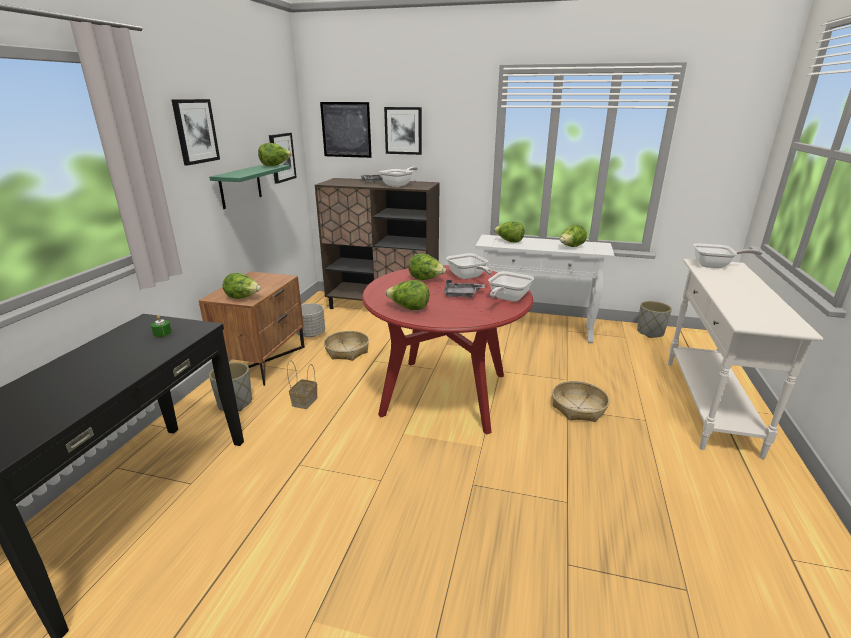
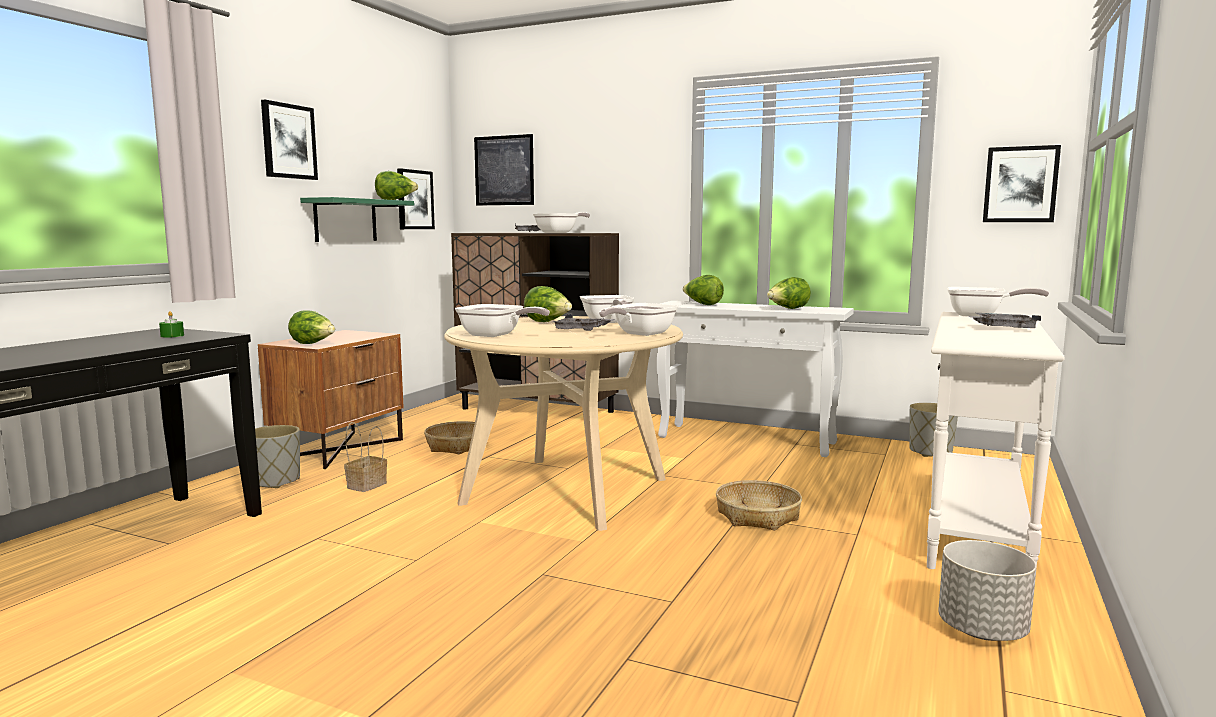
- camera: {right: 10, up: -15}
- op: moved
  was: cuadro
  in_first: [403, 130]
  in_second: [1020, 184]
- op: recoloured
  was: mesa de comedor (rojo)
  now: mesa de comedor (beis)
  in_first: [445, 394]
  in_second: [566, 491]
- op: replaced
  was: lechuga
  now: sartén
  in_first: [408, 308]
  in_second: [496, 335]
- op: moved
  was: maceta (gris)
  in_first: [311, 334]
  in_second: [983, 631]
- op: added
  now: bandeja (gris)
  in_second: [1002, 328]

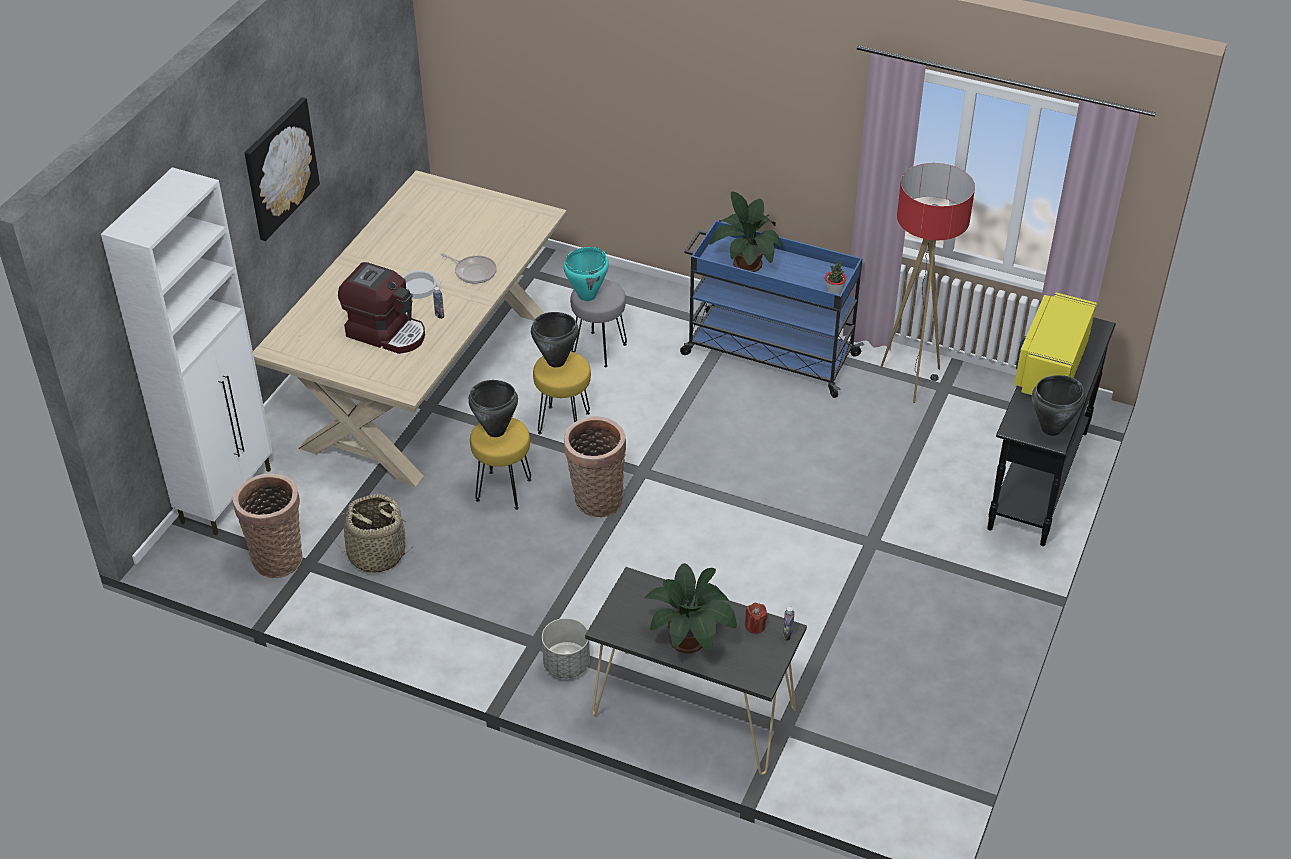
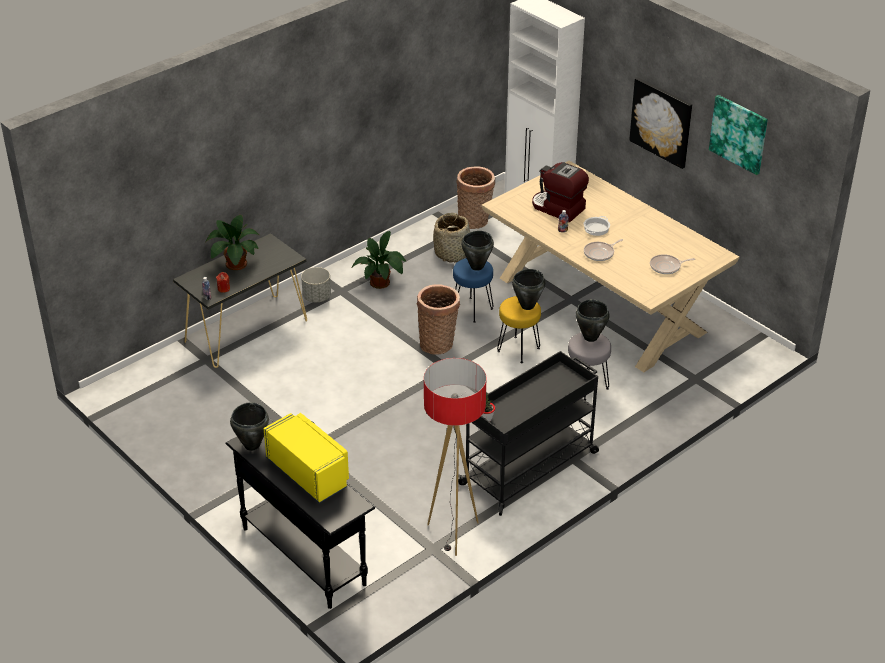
- camera: {right: 115, up: -5}
- op: moved
  was: planta en maceta
  in_first: [746, 262]
  in_second: [381, 282]
- op: recoloured
  was: carrito (azul)
  now: carrito (negro)
  in_first: [768, 354]
  in_second: [530, 467]
- op: recoloured
  was: olla (turquesa)
  now: olla (negro)
  in_first: [587, 295]
  in_second: [590, 337]
- op: turned
  was: cafetera
  in_first: [387, 333]
  in_second: [557, 208]
  clockwise: 75
- op: recoloured
  was: taburete (amarillo)
  now: taburete (azul)
  in_first: [504, 490]
  in_second: [472, 310]
- op: added
  now: cuadro
  in_second: [739, 134]
- op: added
  now: sartén
  in_second: [667, 267]

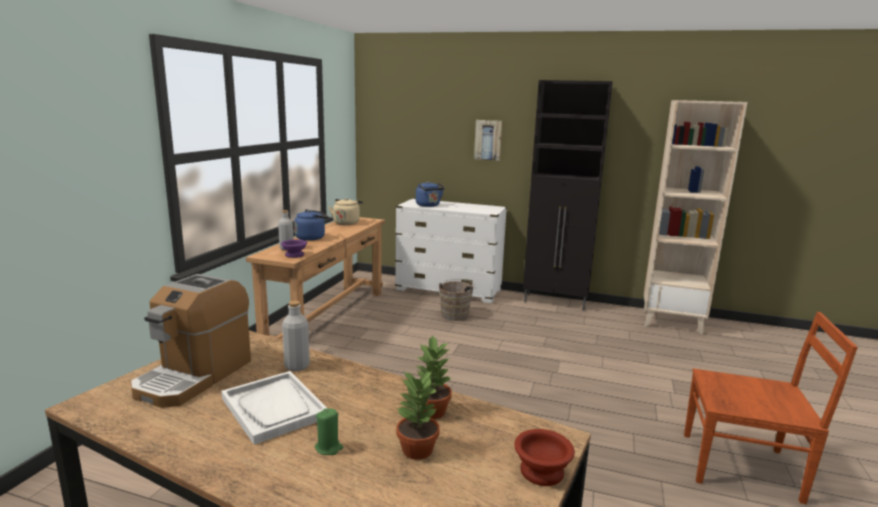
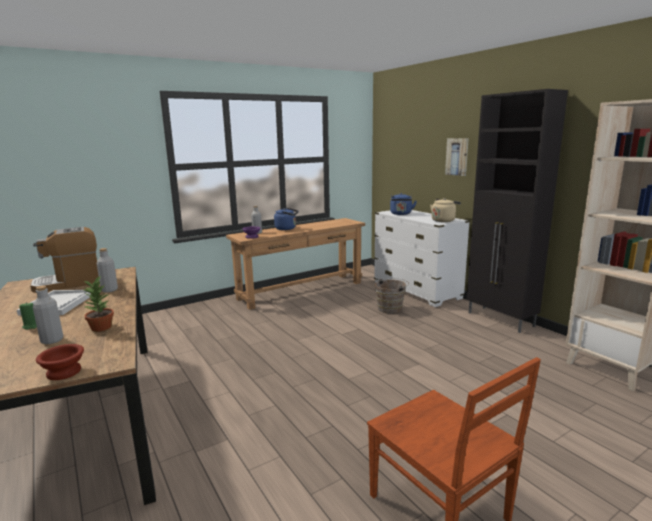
- camera: {right: 40, up: 0}
- op: moved
  was: hervidor (beis)
  in_first: [347, 223]
  in_second: [444, 220]
- op: replaced
  was: planta en maceta
  now: botella (gris)
  in_first: [416, 450]
  in_second: [52, 340]

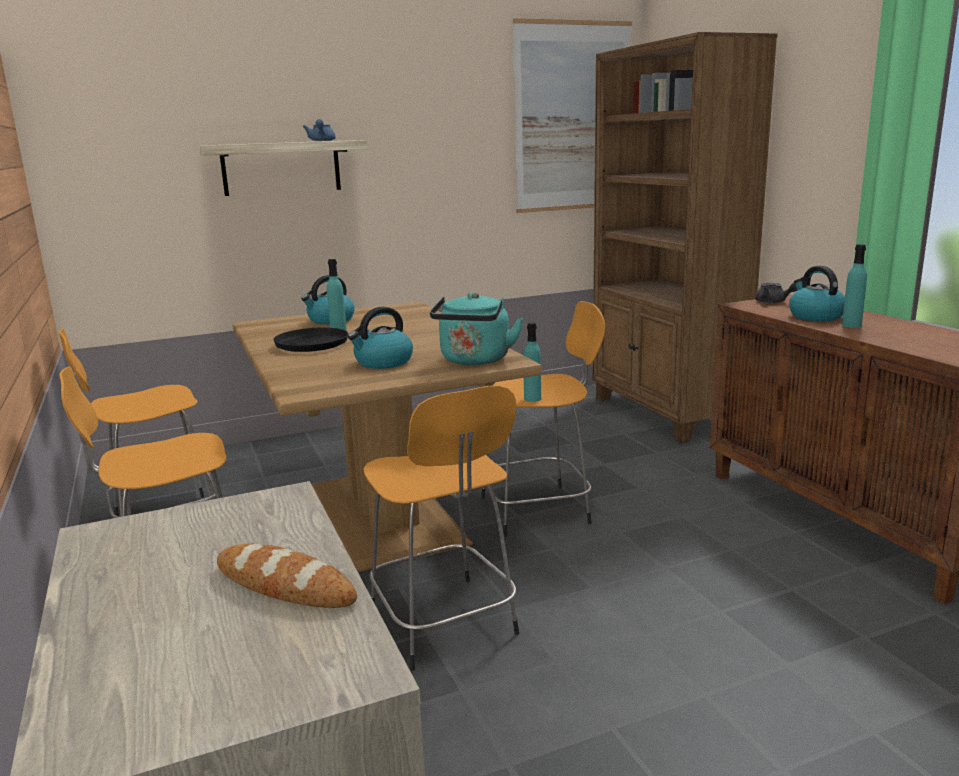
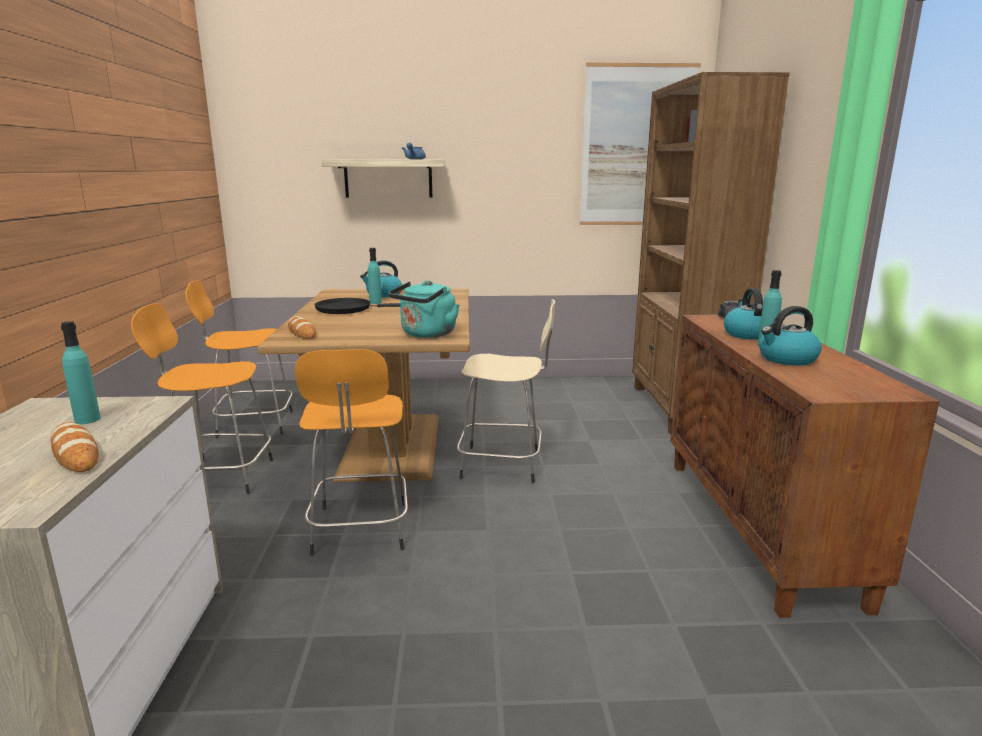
- camera: {right: 20, up: 0}
- op: recoloured
  was: taburete (naranja)
  now: taburete (beis)
  in_first: [538, 509]
  in_second: [504, 464]
- op: moved
  was: hervidor
  in_first: [383, 362]
  in_second: [786, 359]
- op: moved
  was: botella (turquesa)
  in_first: [532, 399]
  in_second: [87, 420]
- op: added
  now: pan
  in_second: [301, 332]

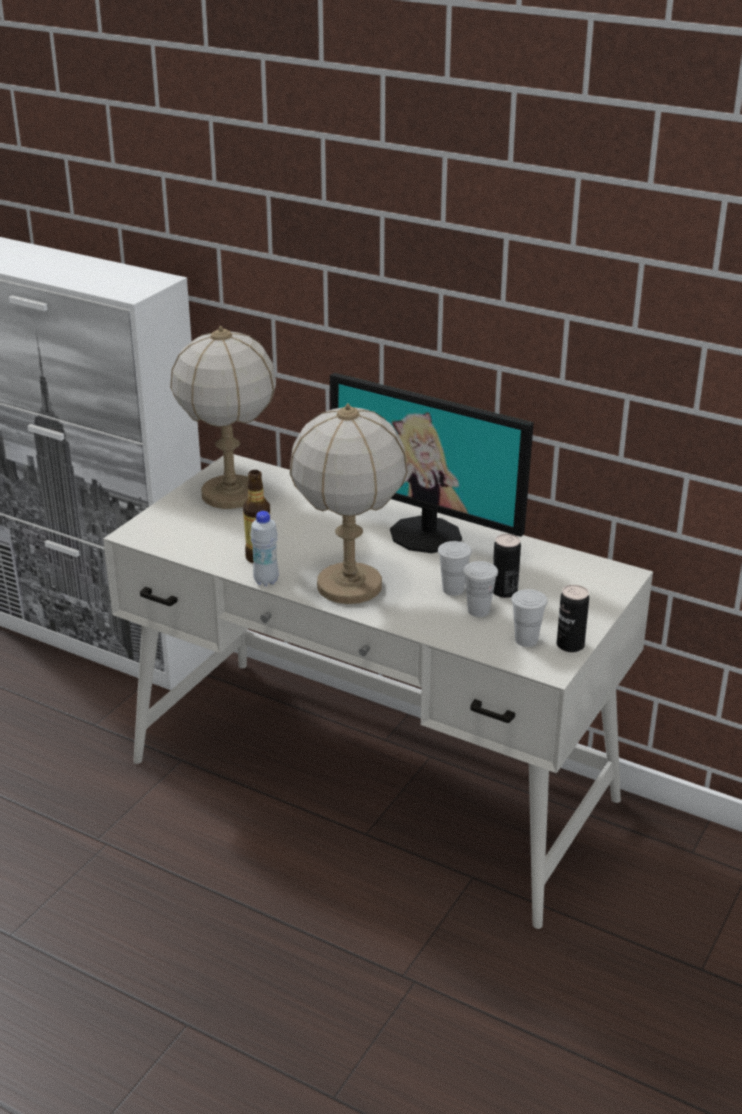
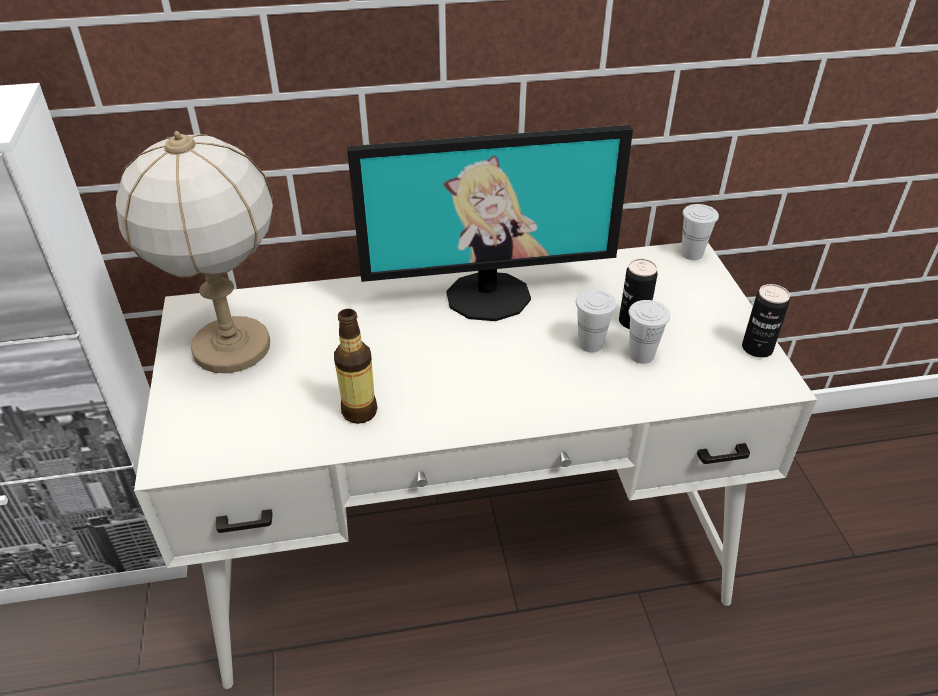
- camera: {right: -40, up: 10}
- op: removed
  was: lámpara de mesa
  in_first: [348, 586]
- op: removed
  was: botella (blanco)
  in_first: [266, 581]
- op: moved
  was: taza (blanco)
  in_first: [526, 640]
  in_second: [691, 254]

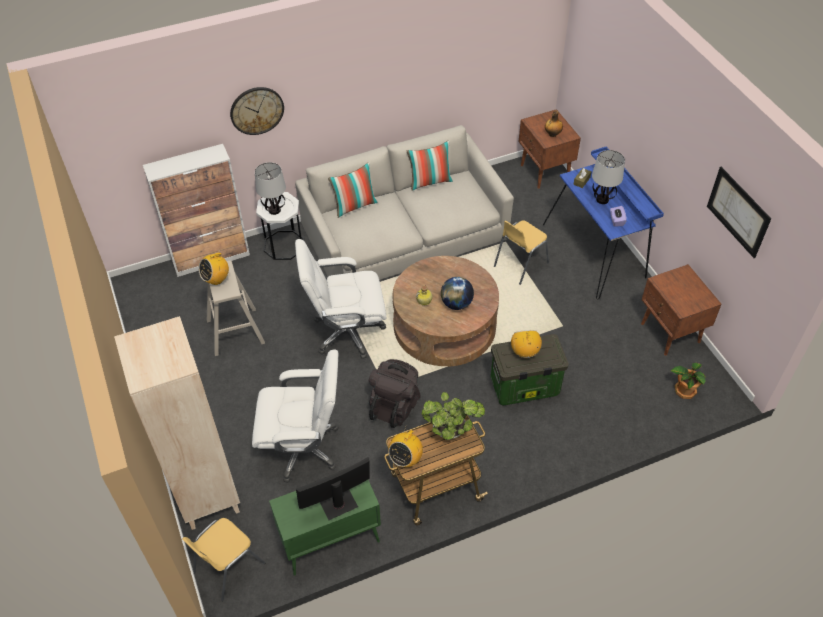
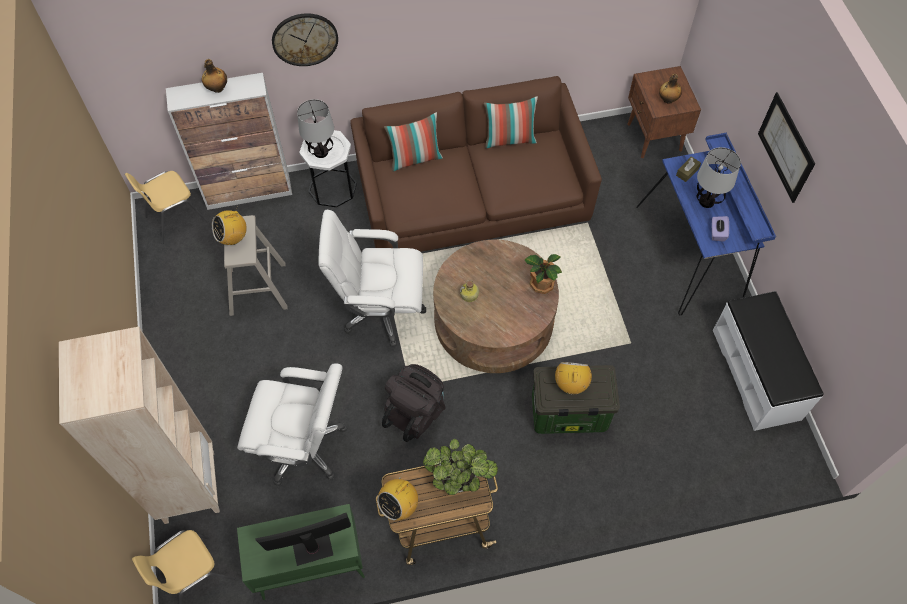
- camera: {right: 10, up: 10}
- op: recoloured
  was: sofá (gris)
  now: sofá (marrón)
  in_first: [404, 232]
  in_second: [472, 192]
- op: moved
  was: cuadro
  in_first: [738, 212]
  in_second: [785, 147]
- op: moved
  was: silla (amarillo)
  in_first: [520, 264]
  in_second: [175, 219]
- op: replaced
  was: mesita de noche (marrón)
  now: banco (blanco)
  in_first: [670, 333]
  in_second: [756, 374]
- op: removed
  was: globo terráqueo
  in_first: [456, 304]
- op: moved
  was: planta en maceta
  in_first: [684, 390]
  in_second: [541, 283]
- op: added
  now: botella
  in_second: [217, 89]

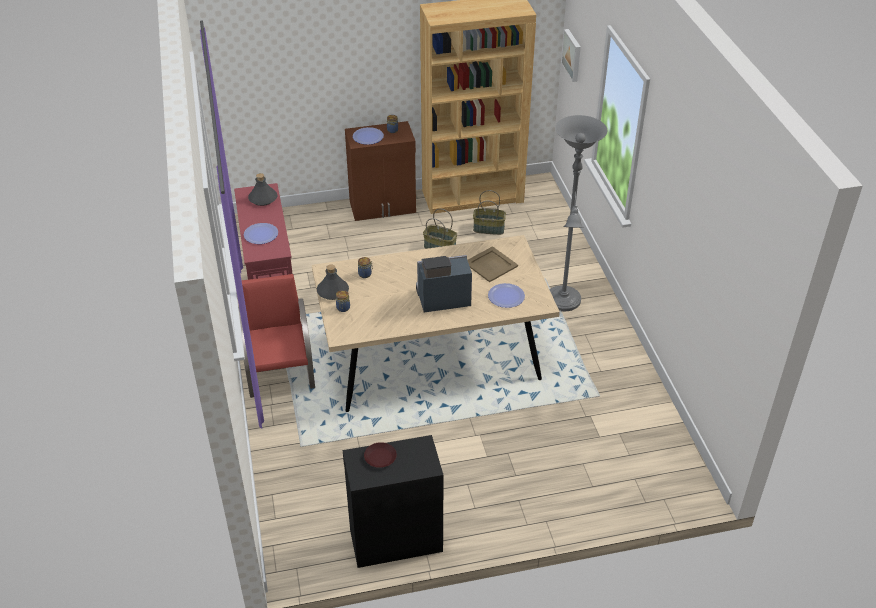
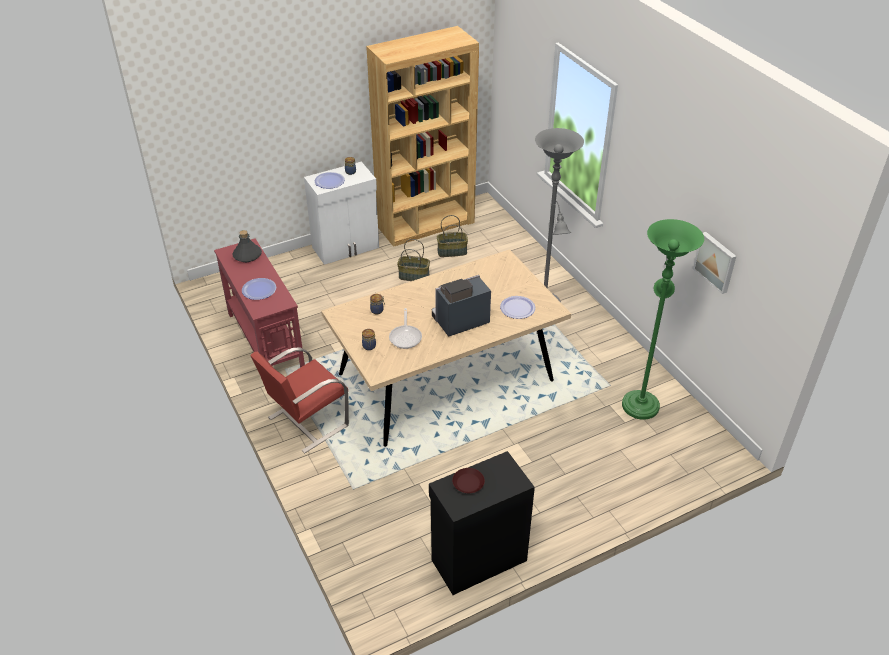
- camera: {right: -15, up: 0}
- op: moved
  was: cuadro
  in_first: [572, 55]
  in_second: [716, 262]
- op: recoloured
  was: armario (marrón)
  now: armario (blanco)
  in_first: [383, 207]
  in_second: [346, 248]
- op: removed
  was: bandeja (beis)
  in_first: [491, 264]
- op: removed
  was: botella (gris)
  in_first: [333, 291]
- op: turned
  was: silla (rojo)
  in_first: [280, 373]
  in_second: [306, 422]
  clockwise: -105
- op: added
  now: lámpara de pie (verde)
  in_second: [641, 402]
- op: added
  now: sartén
  in_second: [406, 336]

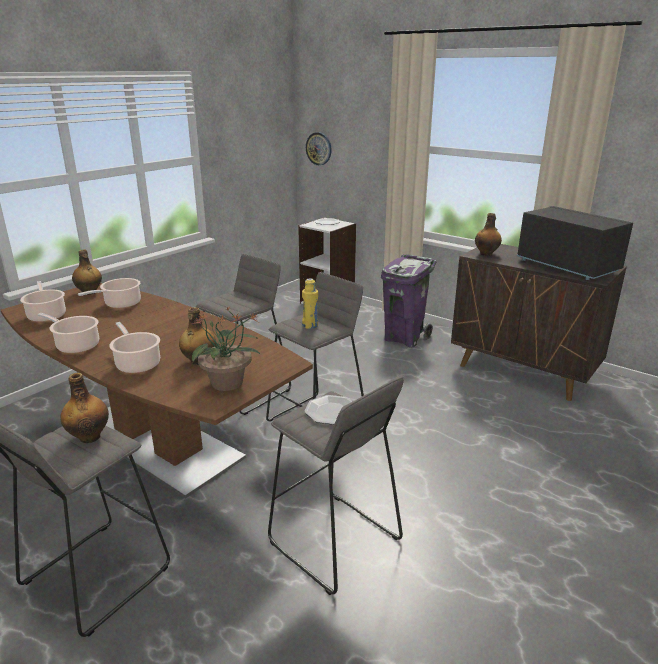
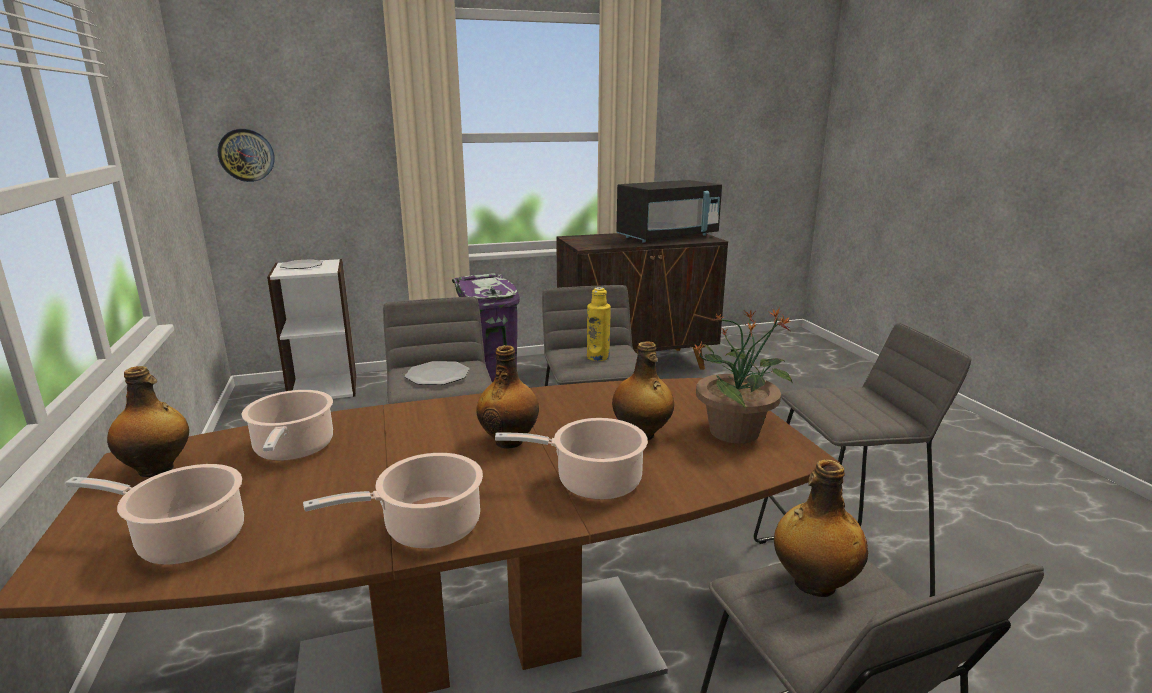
- camera: {right: -55, up: -5}
- op: turned
  was: microondas (negro)
  in_first: [567, 266]
  in_second: [667, 237]
  clockwise: 150
- op: moved
  was: botella
  in_first: [486, 254]
  in_second: [509, 441]
- op: moved
  was: plato
  in_first: [331, 411]
  in_second: [437, 375]

